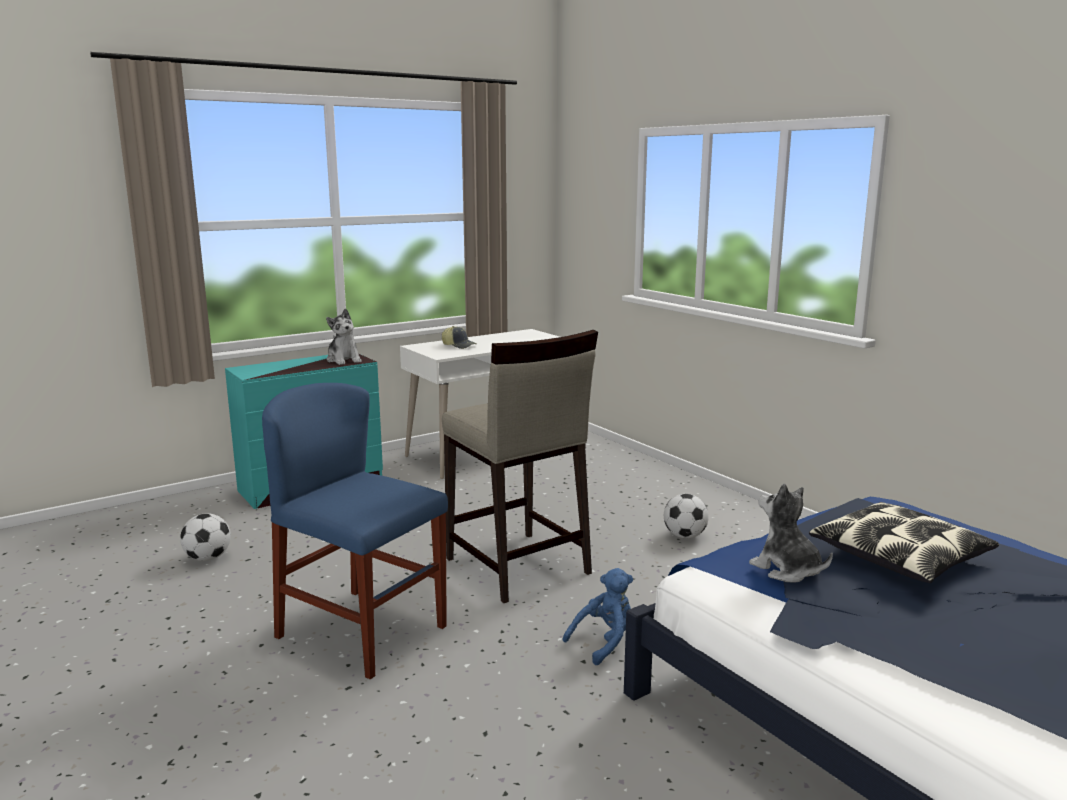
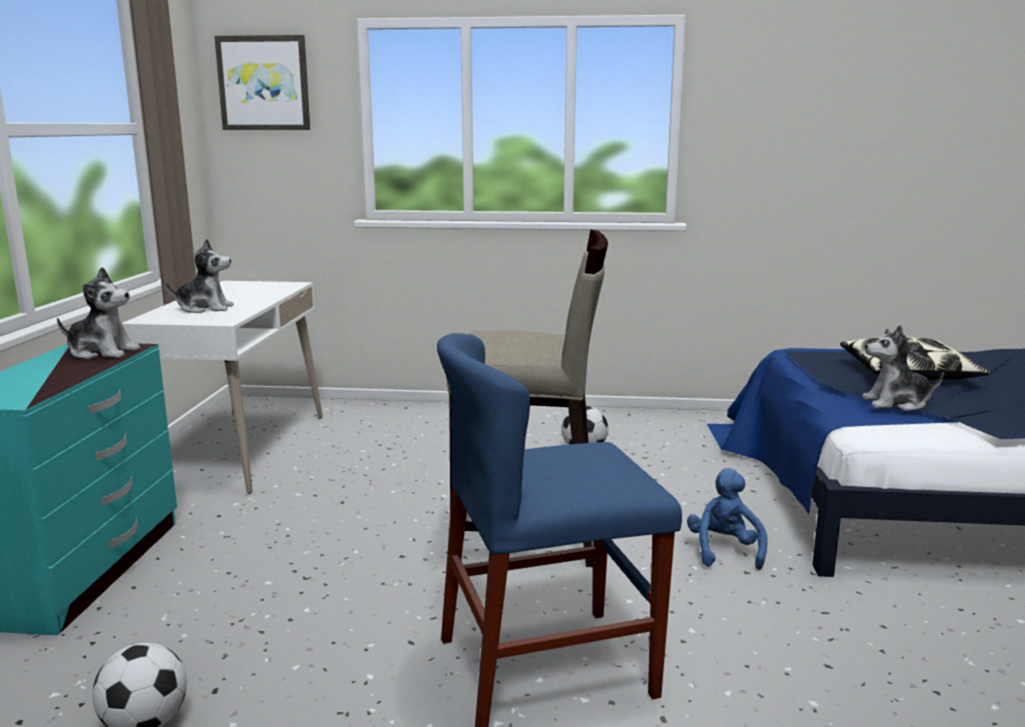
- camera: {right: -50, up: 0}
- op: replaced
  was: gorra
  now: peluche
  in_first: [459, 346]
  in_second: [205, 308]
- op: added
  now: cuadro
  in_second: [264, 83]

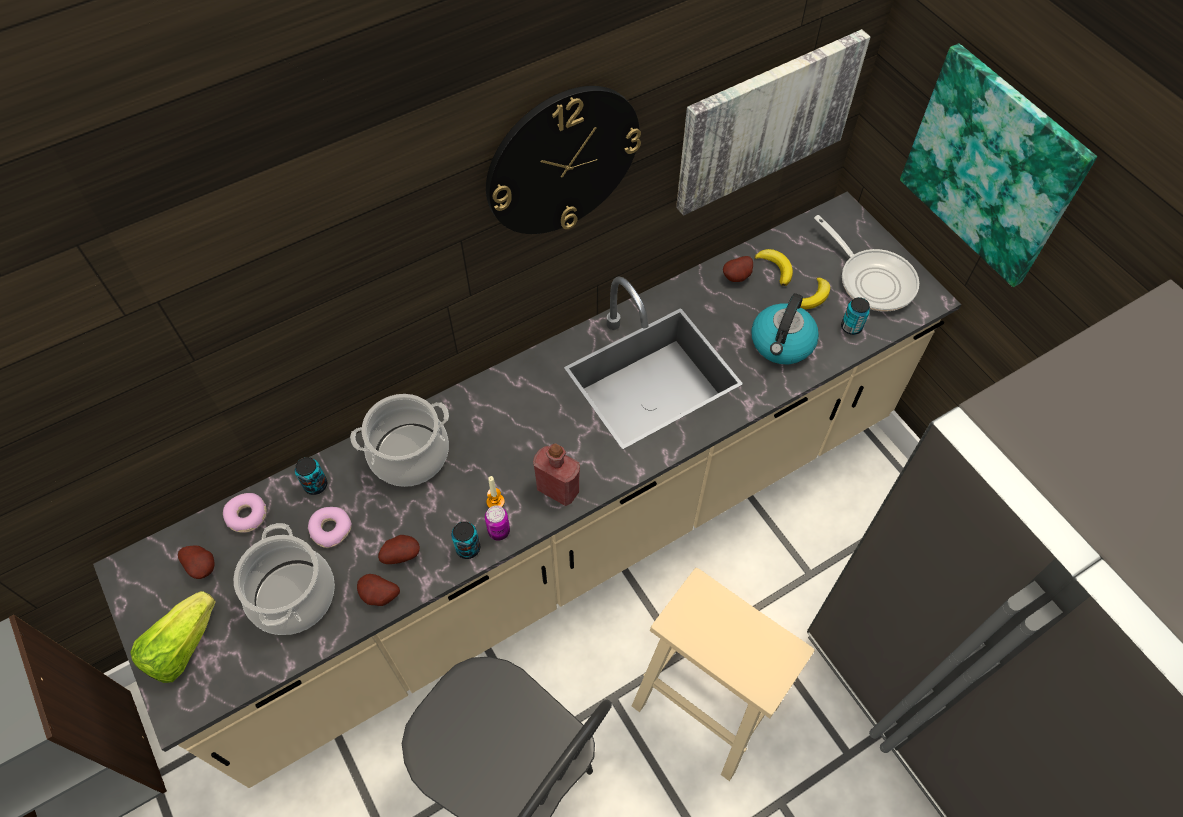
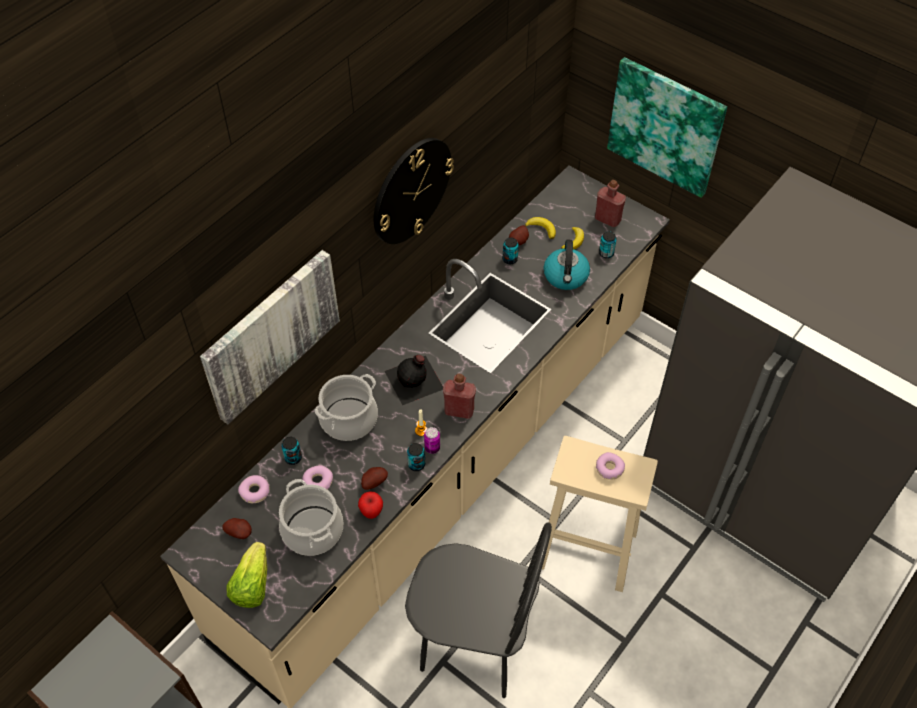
- camera: {right: -20, up: -5}
- op: moved
  was: cuadro
  in_first: [766, 120]
  in_second: [270, 334]
- op: replaced
  was: sartén
  now: botella (rojo)
  in_first: [872, 280]
  in_second: [607, 219]
- op: replaced
  was: patata
  now: manzana
  in_first: [379, 597]
  in_second: [371, 512]
- op: added
  now: lata
  in_second: [510, 259]
- op: added
  now: botella (negro)
  in_second: [415, 380]
- op: added
  now: rosquilla
  in_second: [609, 469]

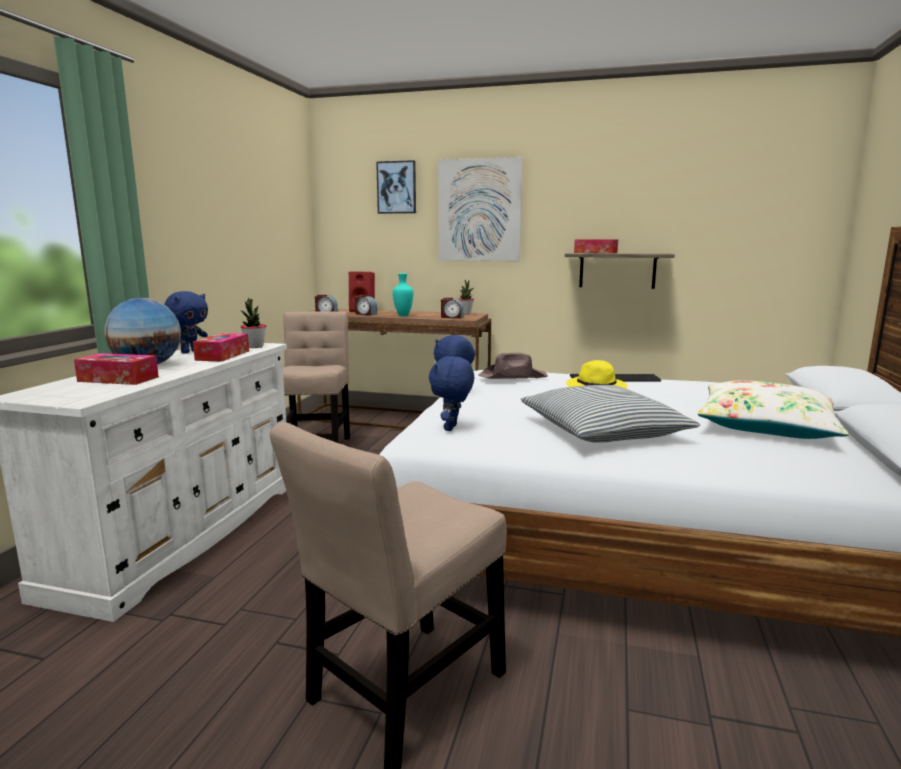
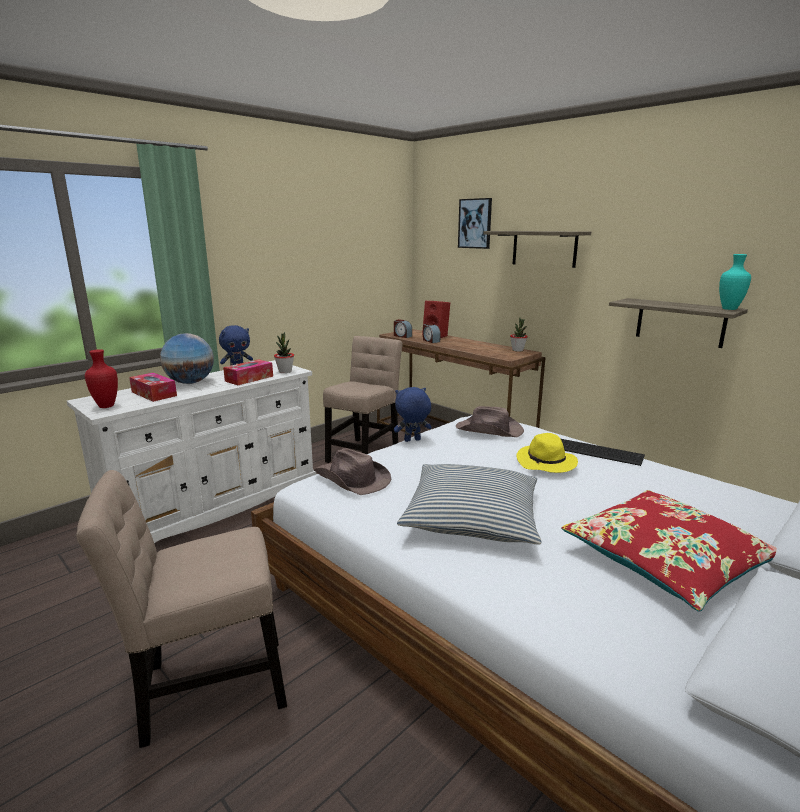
- camera: {right: 30, up: 5}
- op: replaced
  was: cuadro
  now: estante
  in_first: [479, 210]
  in_second: [544, 248]
- op: removed
  was: caja de pañuelos
  in_first: [595, 252]
- op: moved
  was: florero (turquesa)
  in_first: [403, 315]
  in_second: [729, 309]
- op: removed
  was: despertador
  in_first: [451, 317]
- op: replaced
  was: peluche (azul)
  now: sombrero (marrón)
  in_first: [452, 428]
  in_second: [352, 479]
- op: recoloured
  was: cojín (blanco)
  now: cojín (rojo)
  in_first: [766, 426]
  in_second: [665, 560]
- op: added
  now: florero (rojo)
  in_second: [105, 406]

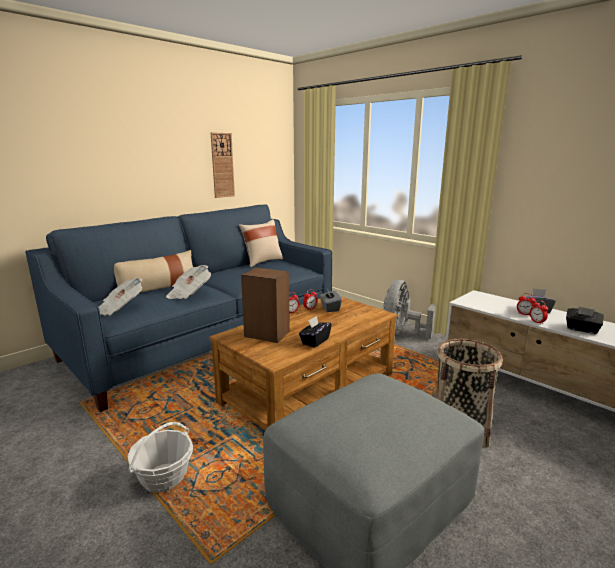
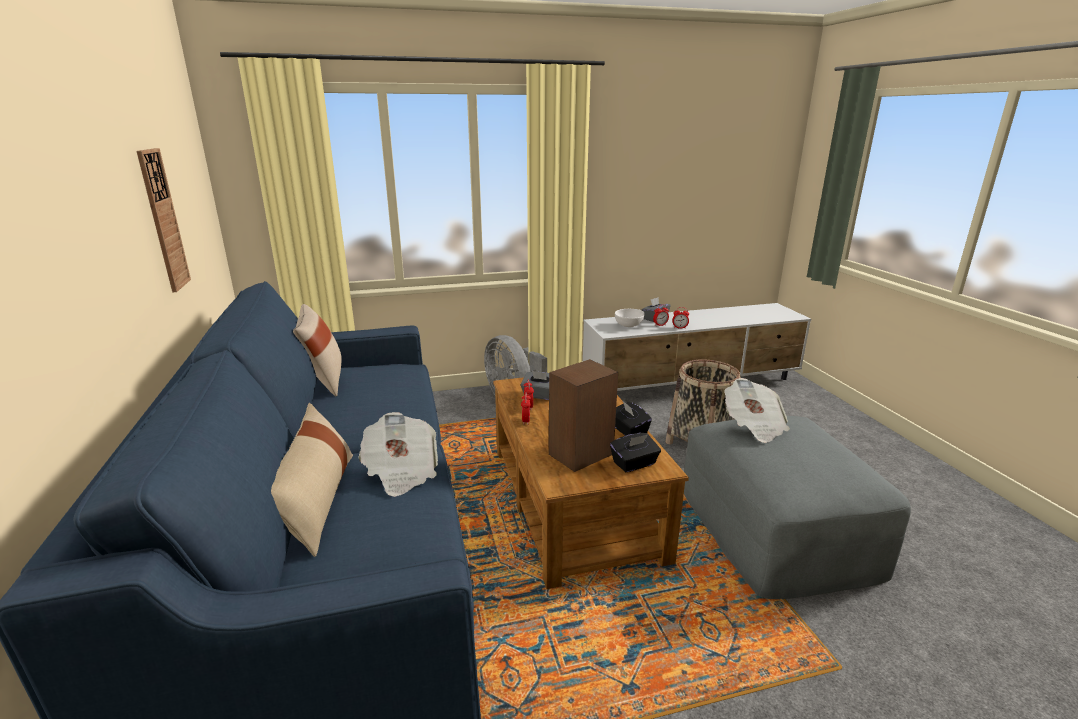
- camera: {right: -60, up: 5}
- op: moved
  was: periódico
  in_first: [120, 309]
  in_second: [754, 425]
- op: moved
  was: caja de pañuelos (negro)
  in_first: [581, 329]
  in_second: [634, 464]
- op: removed
  was: cesta
  in_first: [164, 477]
- op: added
  now: cuenco (blanco)
  in_second: [629, 326]

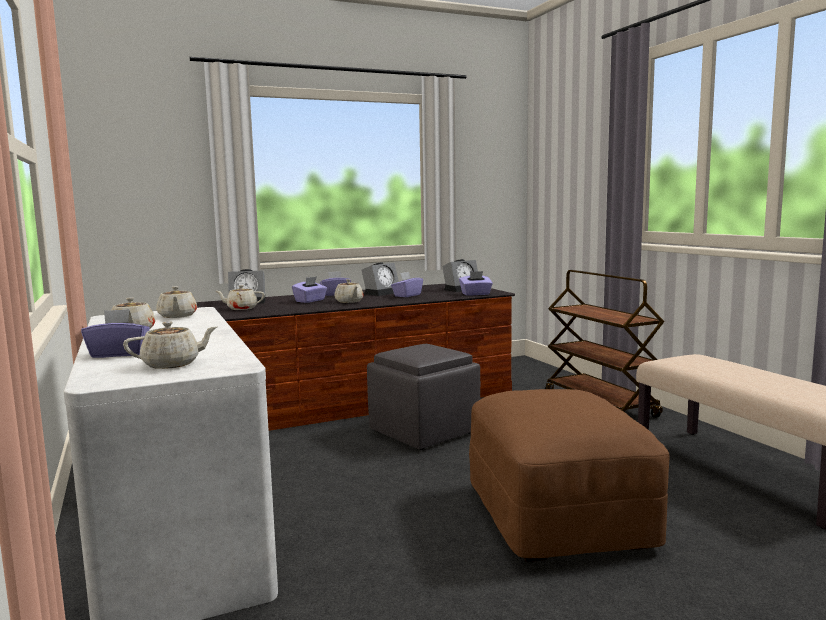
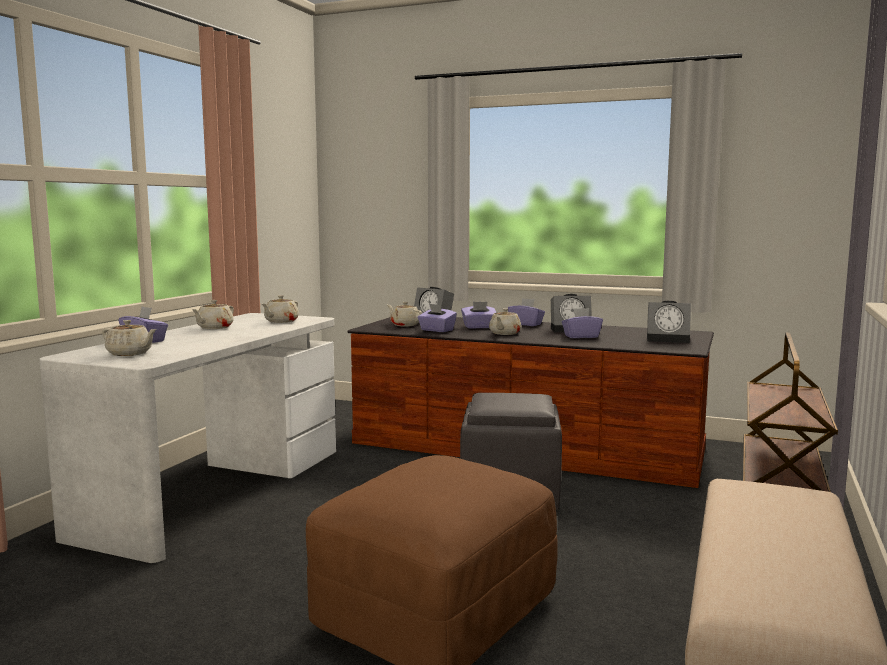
- camera: {right: 45, up: 0}
- op: moved
  was: caja de pañuelos (morado)
  in_first: [476, 294]
  in_second: [436, 330]

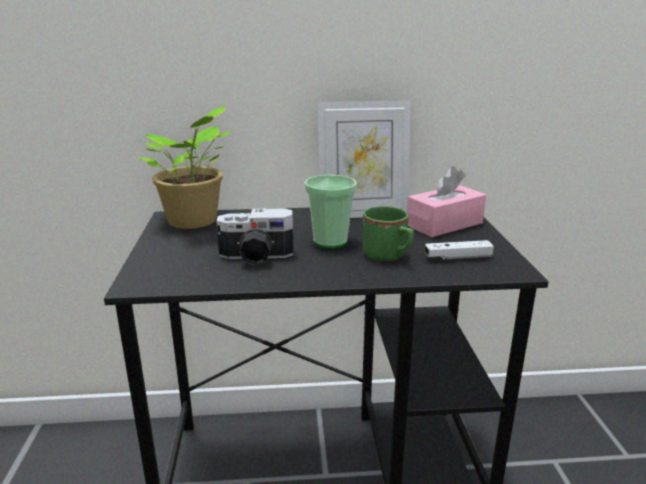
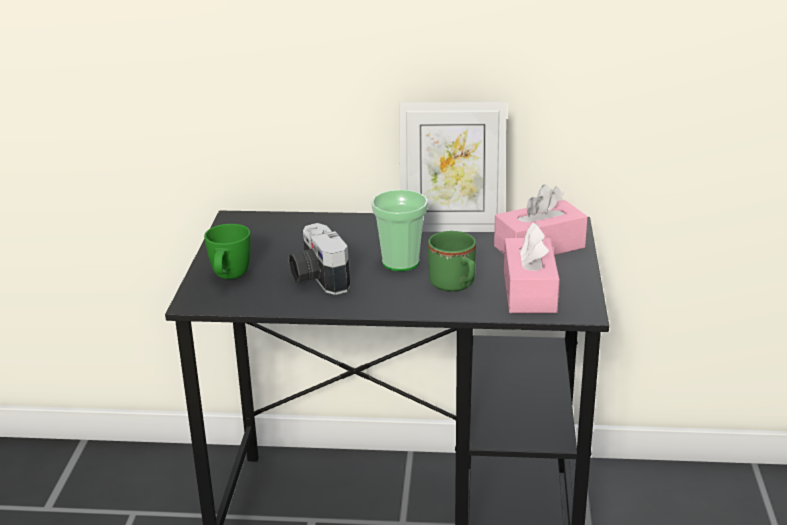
- camera: {right: 10, up: 5}
- op: removed
  was: planta en maceta
  in_first: [194, 222]
- op: turned
  was: cámara
  in_first: [256, 257]
  in_second: [316, 278]
  clockwise: 60
- op: replaced
  was: mando de consola (blanco)
  now: caja de pañuelos (rosa)
  in_first: [458, 257]
  in_second: [529, 291]
- op: added
  now: taza grande (verde)
  in_second: [229, 278]

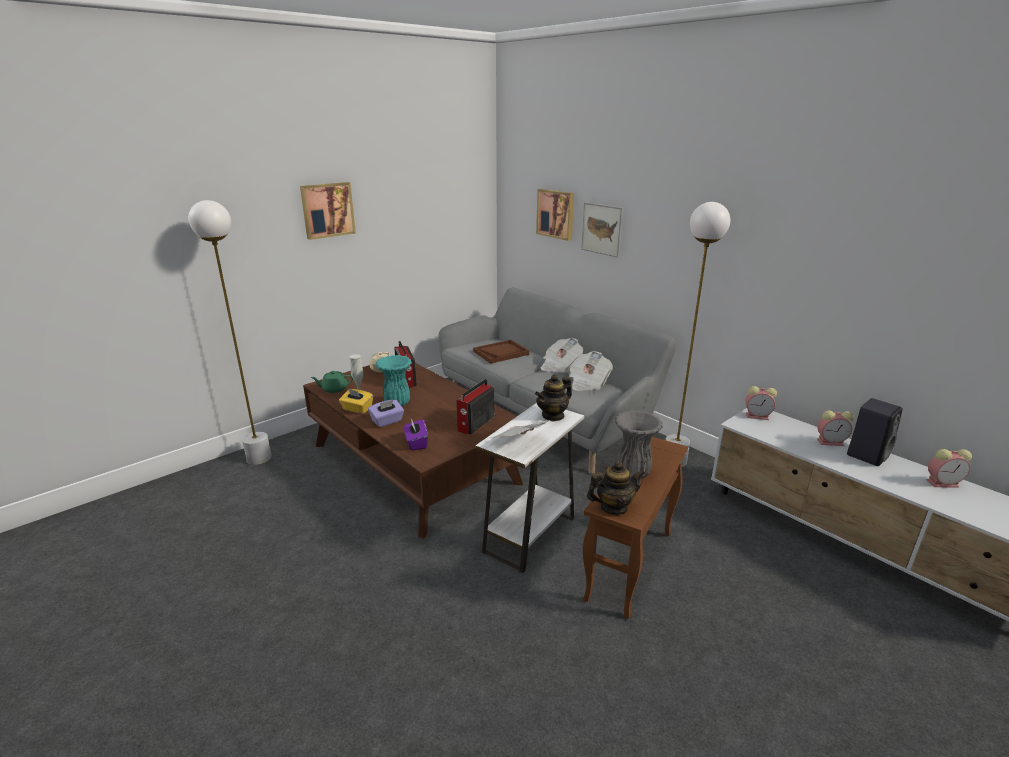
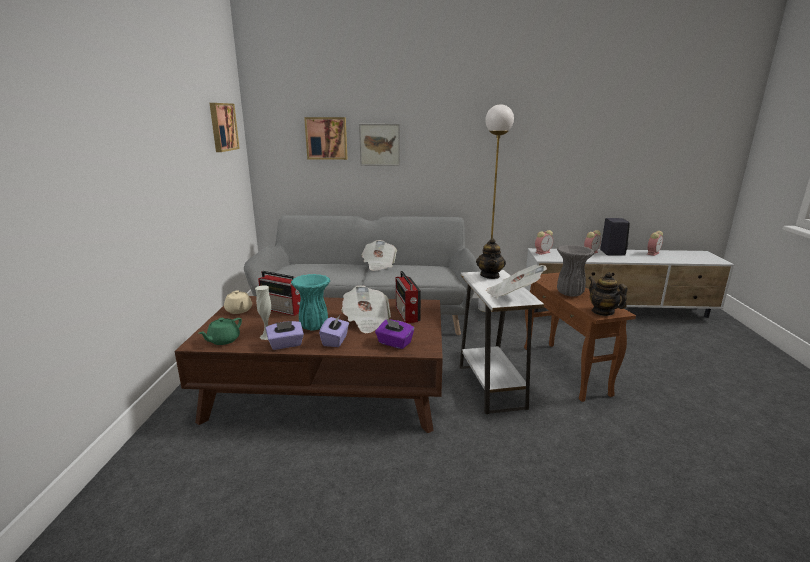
- camera: {right: -45, up: -5}
- op: moved
  was: cuadro
  in_first: [327, 210]
  in_second: [222, 127]
- op: removed
  was: lámpara de pie (blanco)
  in_first: [259, 458]
- op: removed
  was: bandeja (marrón)
  in_first: [501, 353]
- op: moved
  was: periódico
  in_first: [588, 382]
  in_second: [367, 321]
- op: recoloured
  was: caja de pañuelos (amarillo)
  now: caja de pañuelos (morado)
  in_first: [357, 409]
  in_second: [286, 344]
- op: turned
  was: tetera
  in_first: [613, 507]
  in_second: [603, 312]
  clockwise: -60

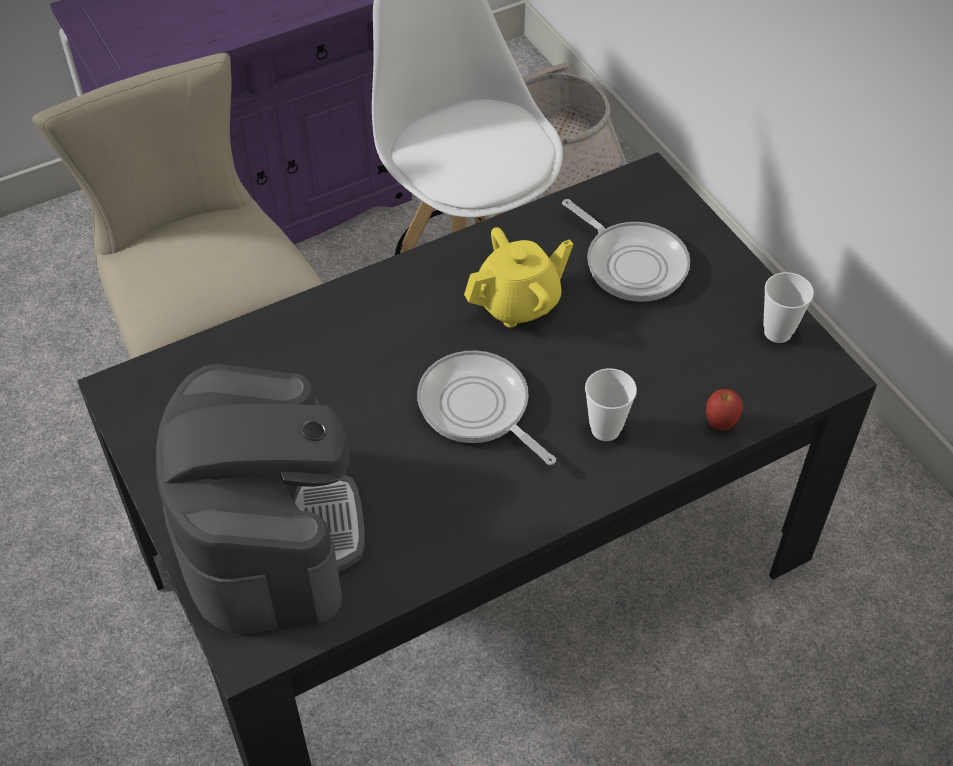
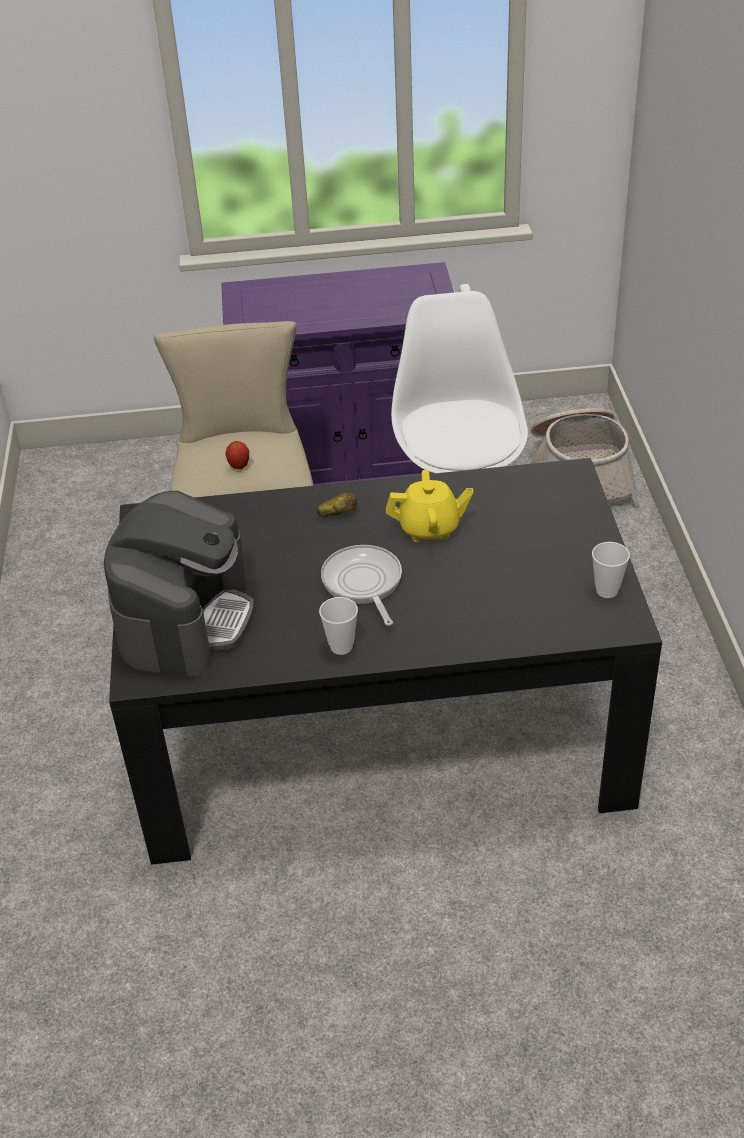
- camera: {right: 25, up: -10}
- op: removed
  was: sartén
  in_first: [632, 263]
- op: moved
  was: taza
  in_first: [605, 429]
  in_second: [341, 646]
- op: moved
  was: manzana
  in_first: [720, 423]
  in_second: [239, 467]
- op: added
  now: patata
  in_second: [338, 514]

